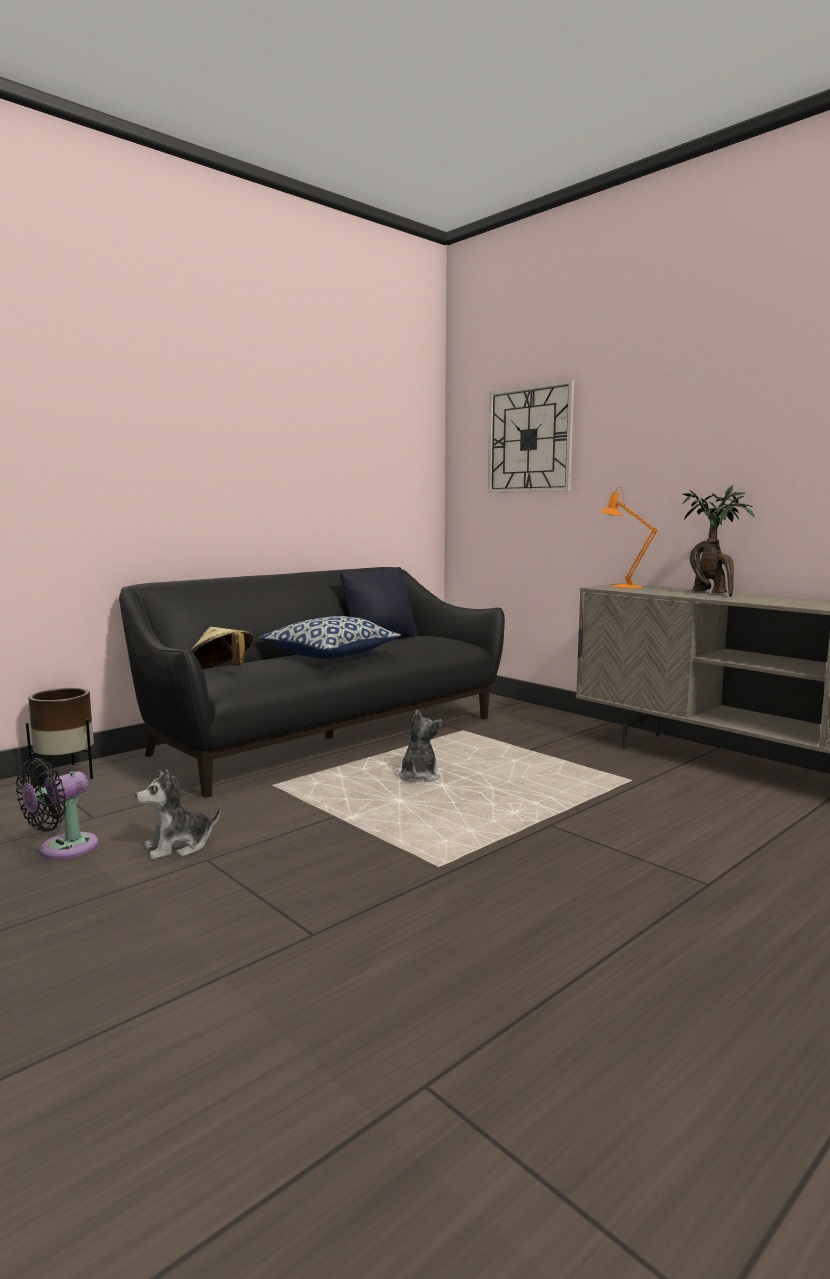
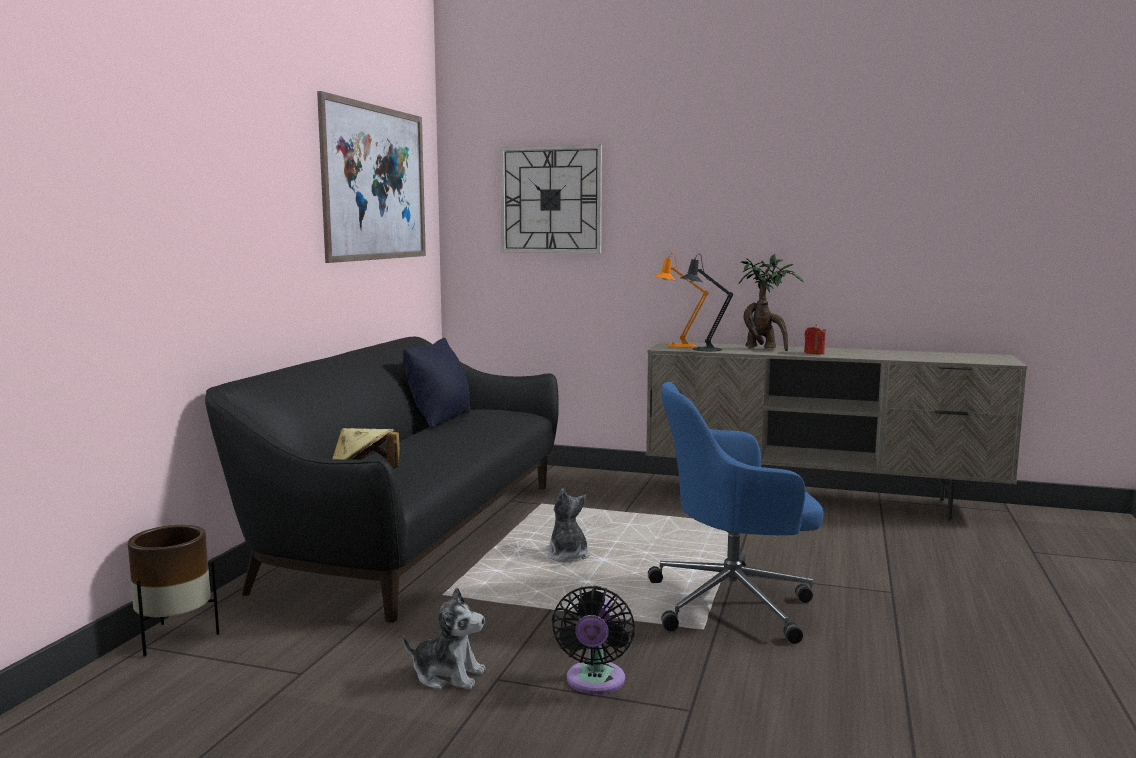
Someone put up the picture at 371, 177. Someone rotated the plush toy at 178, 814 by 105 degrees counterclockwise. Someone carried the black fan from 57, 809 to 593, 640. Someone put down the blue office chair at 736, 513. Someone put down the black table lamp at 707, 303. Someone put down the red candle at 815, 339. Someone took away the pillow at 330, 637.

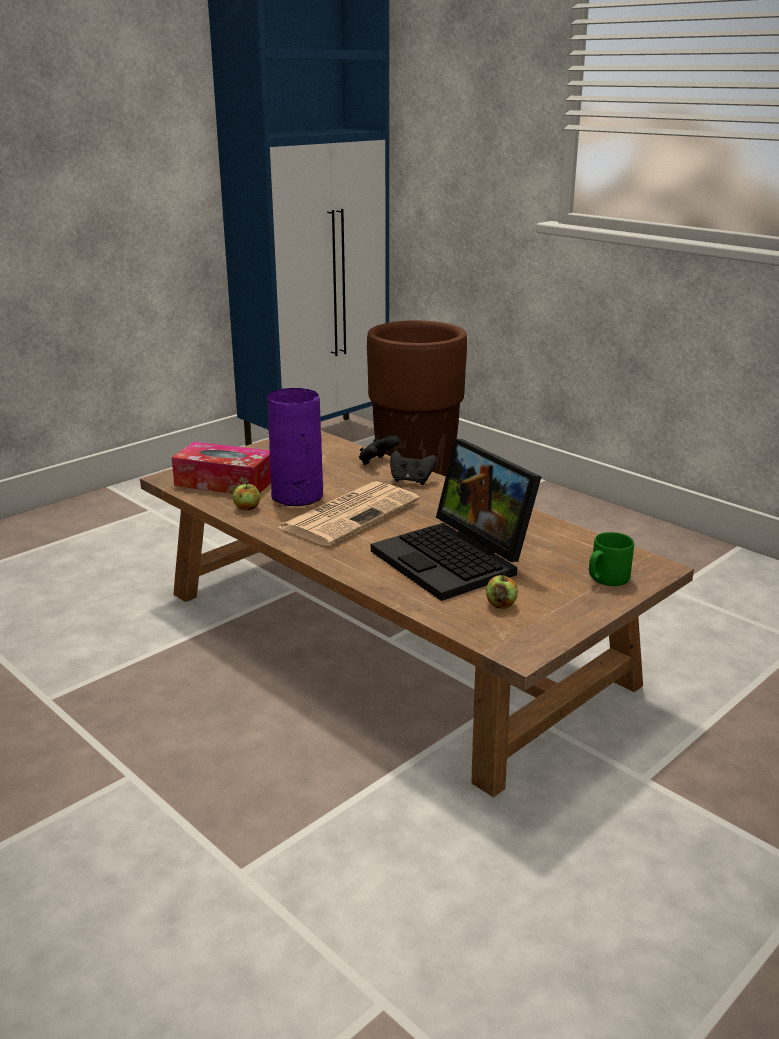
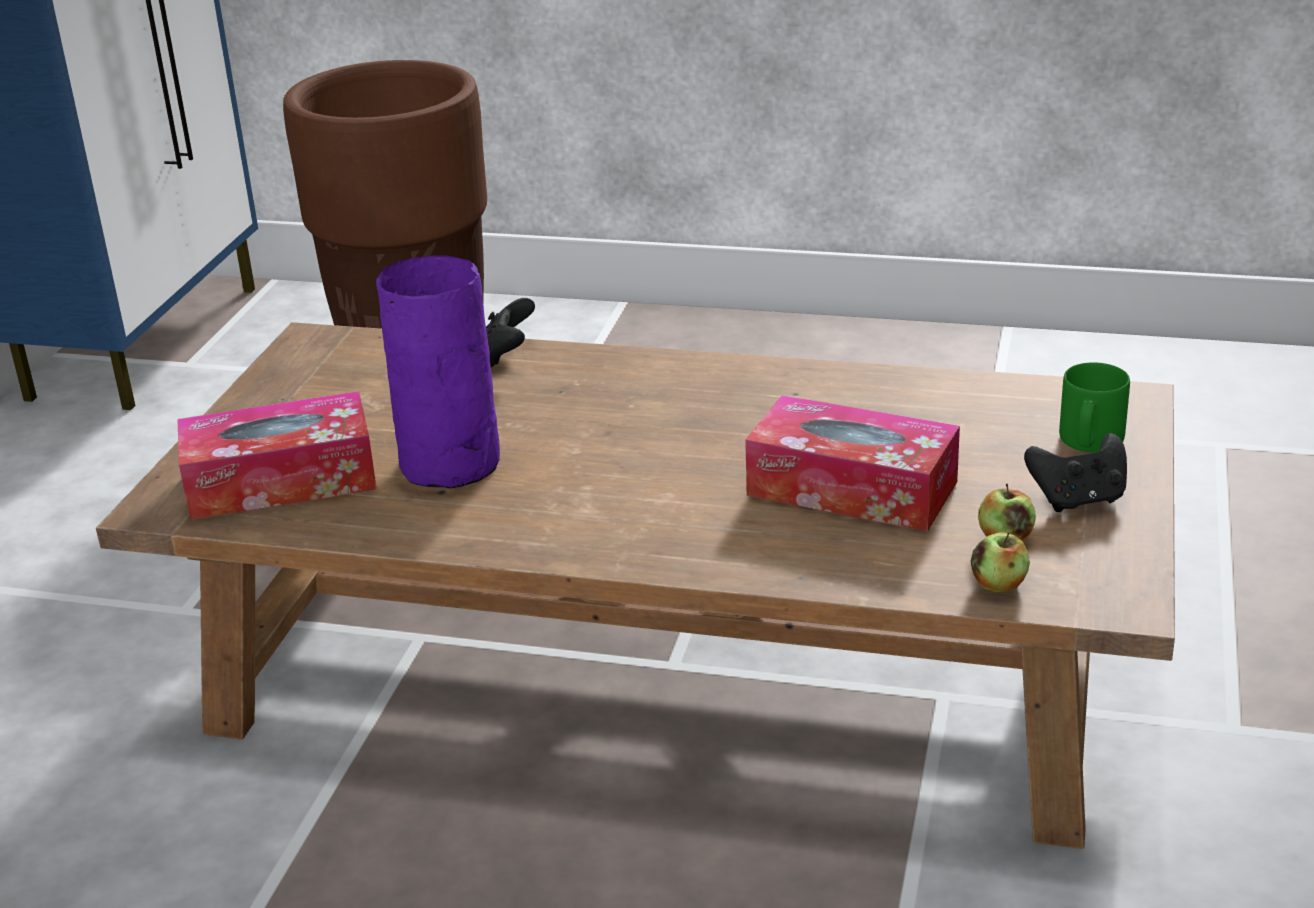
Someone swapped the laptop at 456, 520 for the tissue box at 852, 463. Someone carried the apple from 246, 496 to 1000, 562. Someone carried the black game controller from 413, 468 to 1075, 472. Someone took away the newspaper at 348, 513.

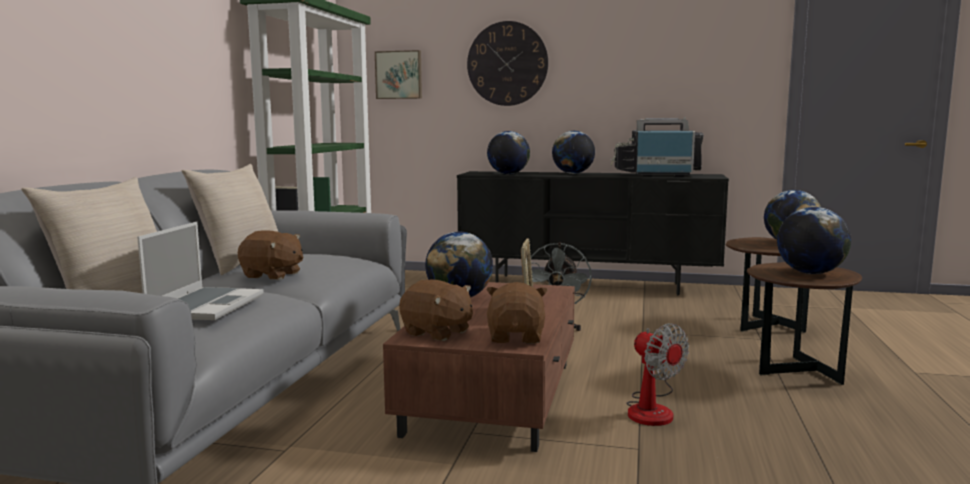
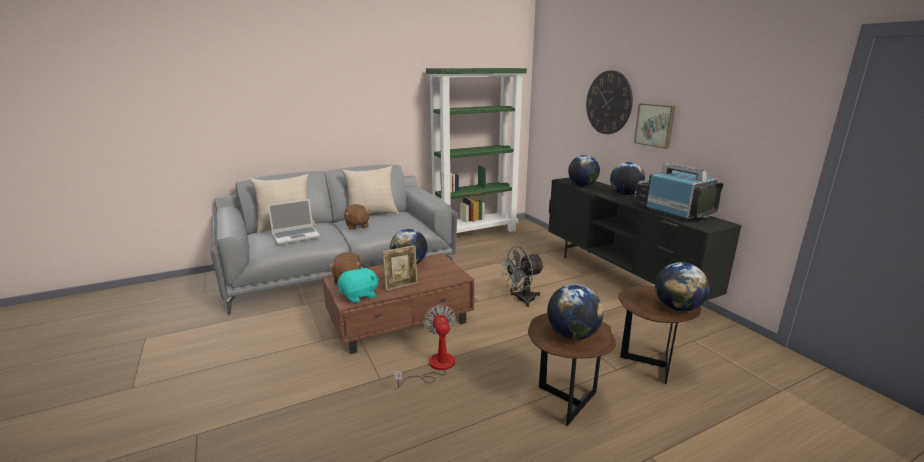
Someone repainted the brown plush toy at 517, 313, which became the turquoise plush toy at 358, 285. Someone rotated the fan at 657, 374 by 150 degrees clockwise. Someone carried the picture from 398, 74 to 655, 126.

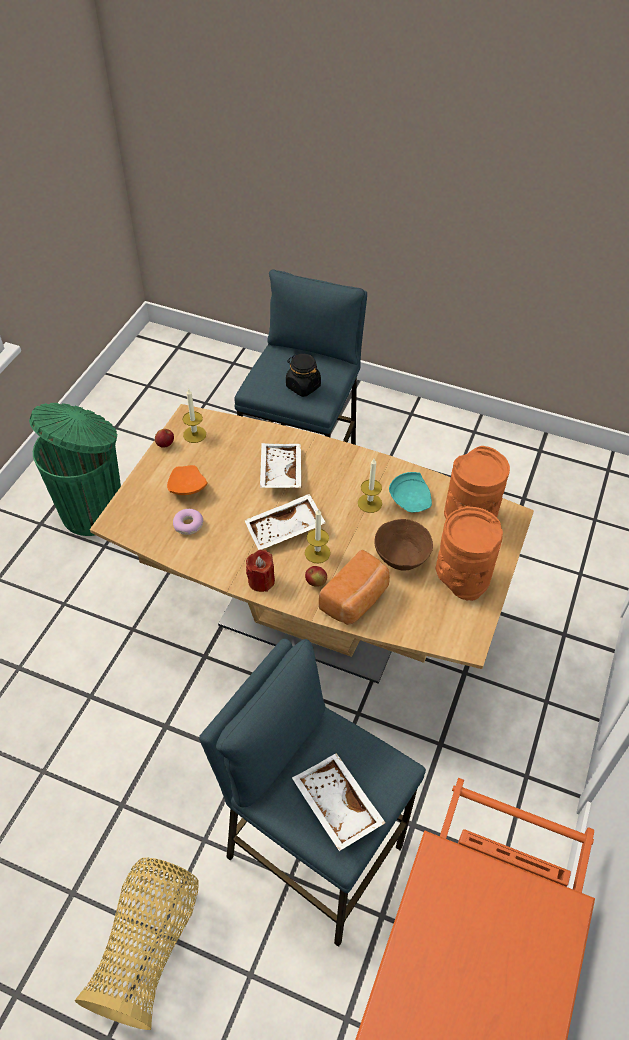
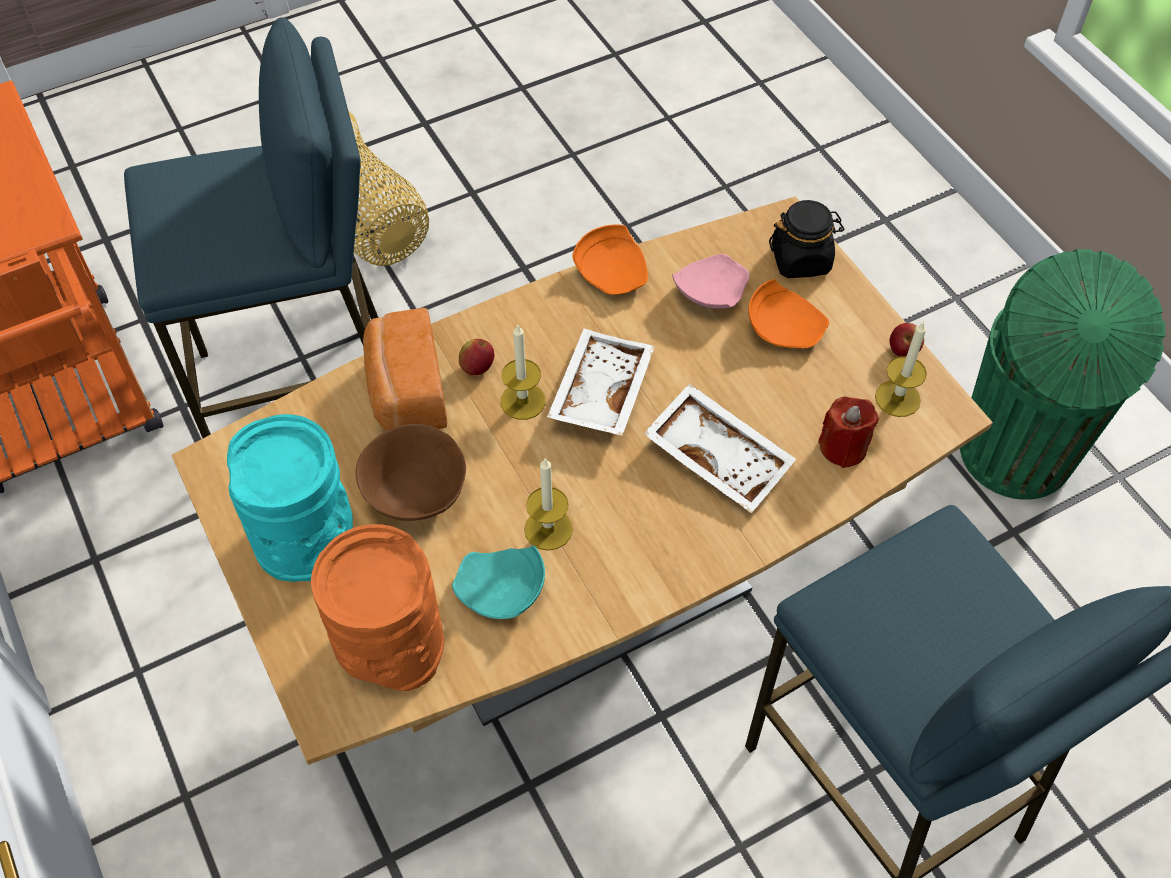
Someone repainted the orange vase at 469, 554, which became the turquoise vase at 290, 498. Someone put down the orange plate at 610, 259. Someone swapped the donut at 188, 522 for the pink plate at 711, 281. Someone carried the black jar from 303, 375 to 806, 239. Someone carried the red candle from 260, 570 to 848, 432. Someone took away the white tray at 339, 802.

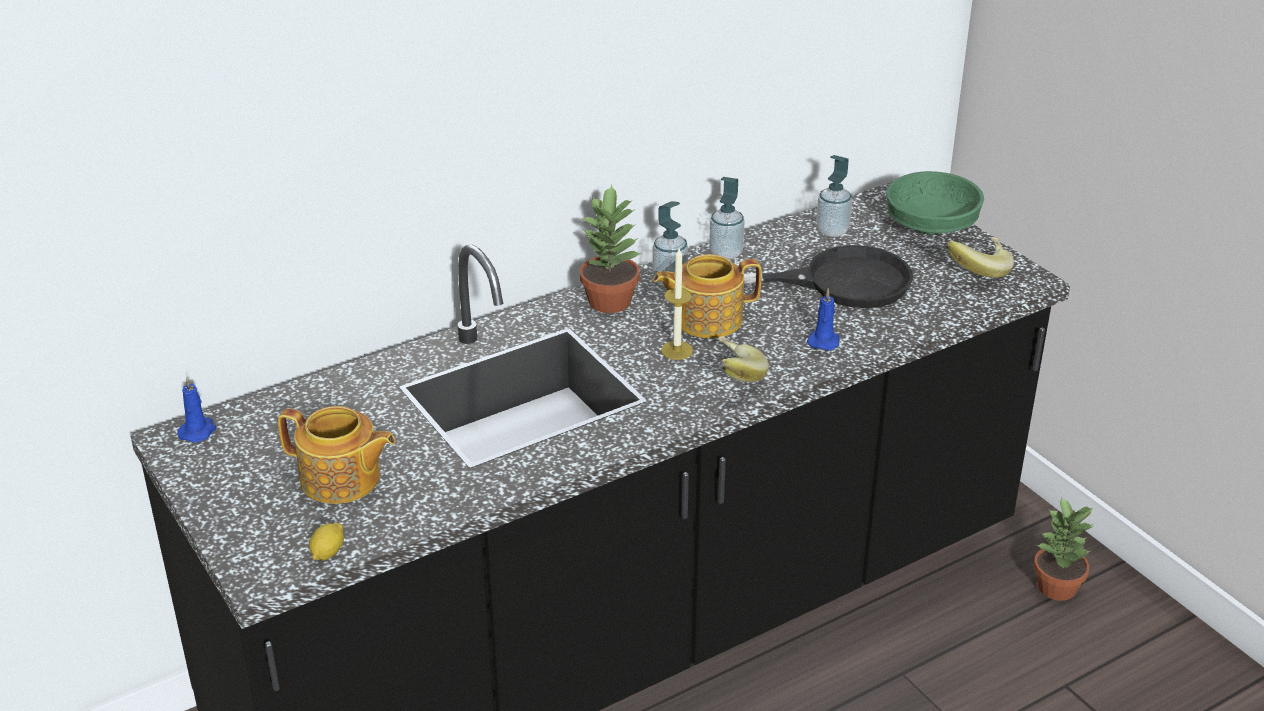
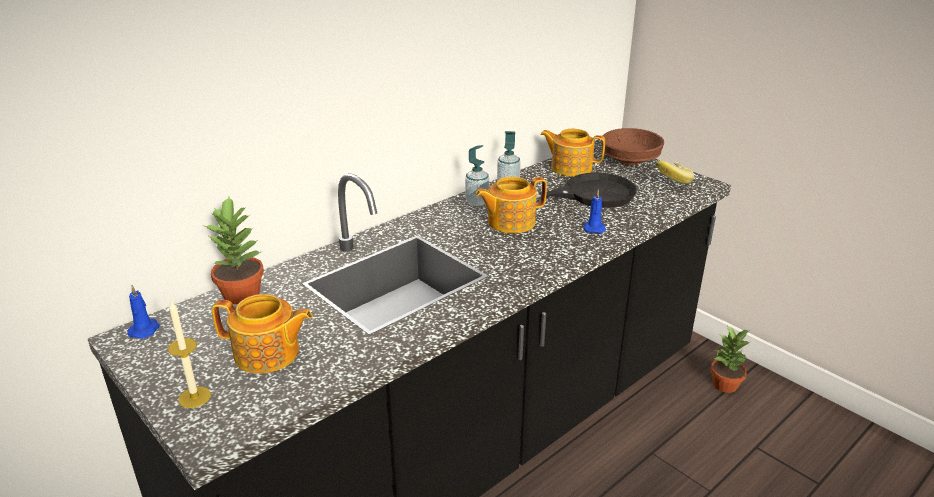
Someone carried the candle from 677, 304 to 189, 354. Someone carried the potted plant from 610, 248 to 234, 250. Someone swapped the soap dispenser at 834, 196 for the teapot at 572, 153. Someone repainted the green bowl at 935, 203, which became the brown bowl at 632, 147. Someone took away the lemon at 326, 541. Someone took away the banana at 743, 359.

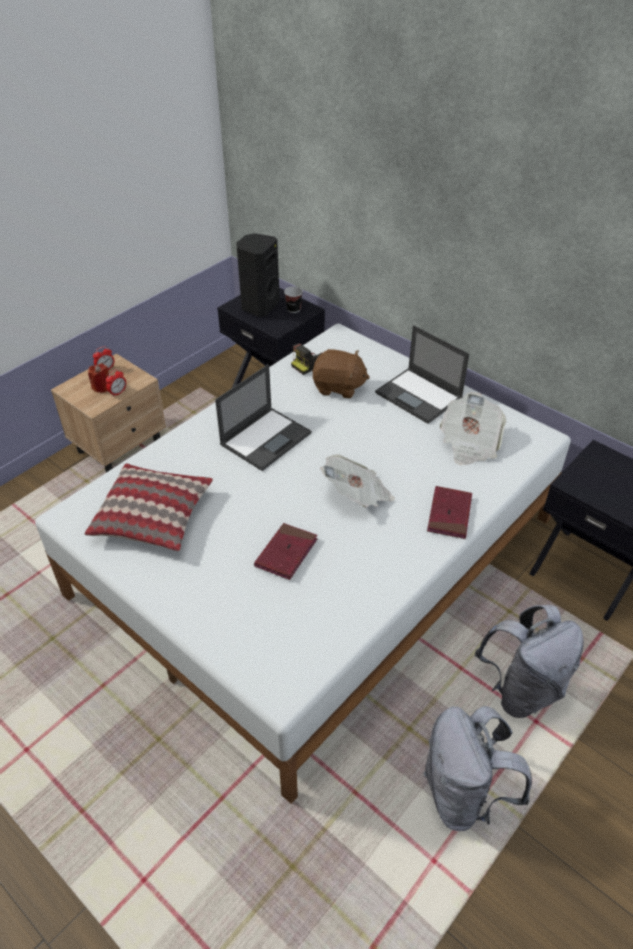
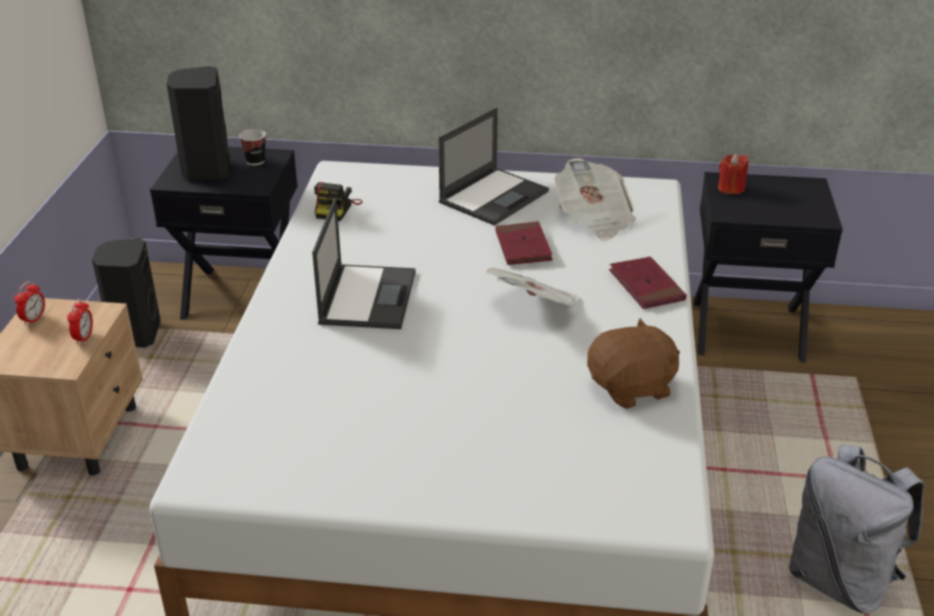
Someone put down the black speaker at 126, 293. Someone rotated the laptop at 422, 374 by 60 degrees counterclockwise. Someone carried the red book from 286, 551 to 524, 243. Someone carried the brown plush toy from 341, 374 to 633, 363. Someone carried the red candle from 98, 378 to 733, 174. Someone took away the pillow at 149, 507. Someone took away the grey backpack at 529, 661.

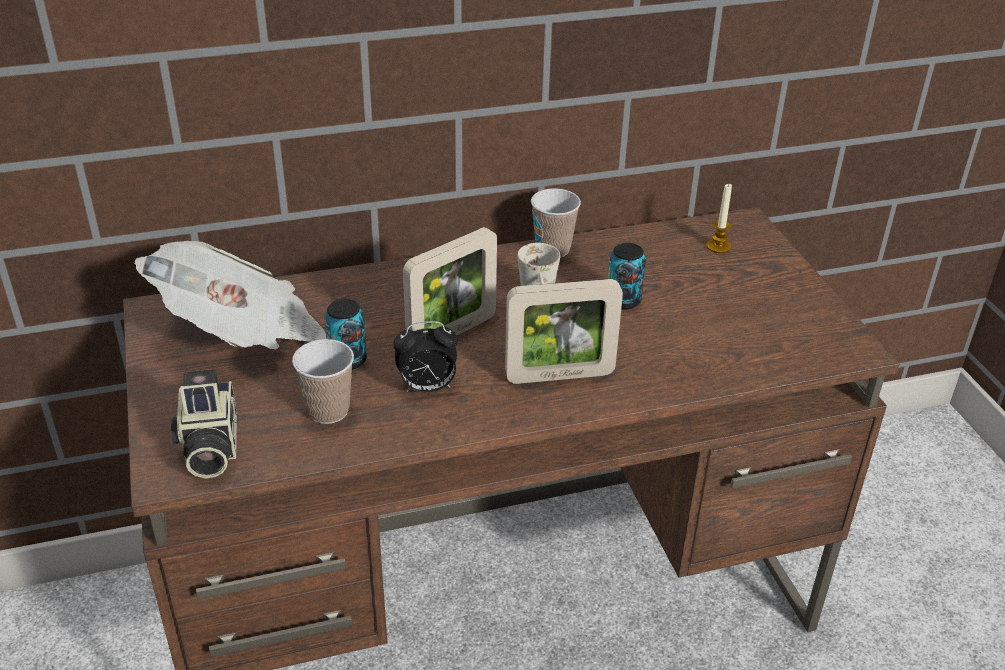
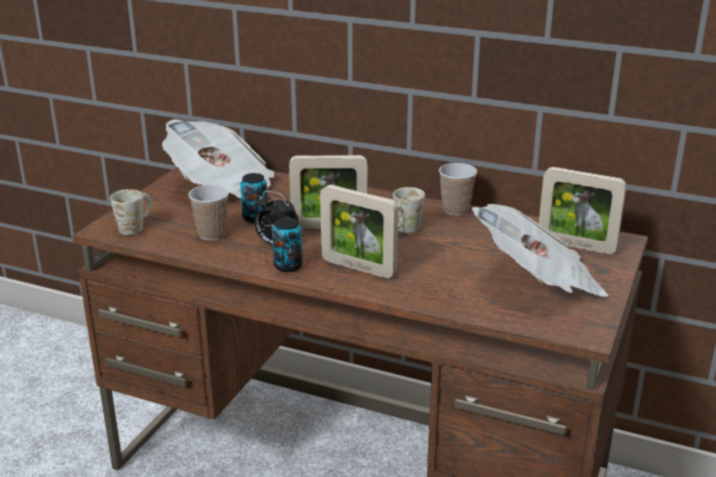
Someone swapped the photo camera at 203, 424 for the white mug at 131, 212. Someone carried the can from 627, 276 to 287, 244. Someone put down the newspaper at 540, 250. Someone swapped the candle at 719, 218 for the picture frame at 583, 210.

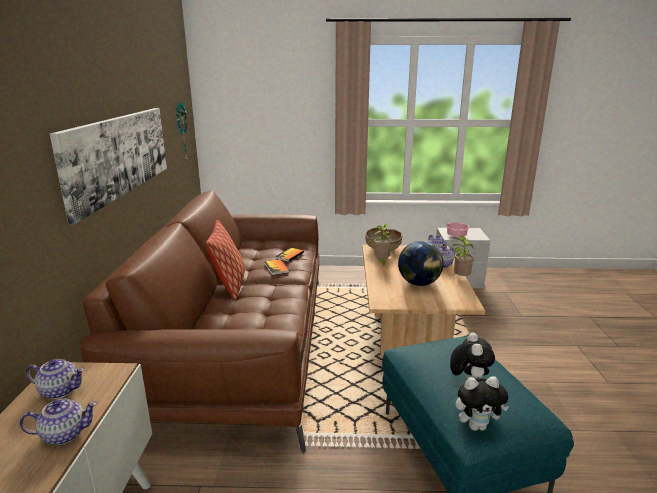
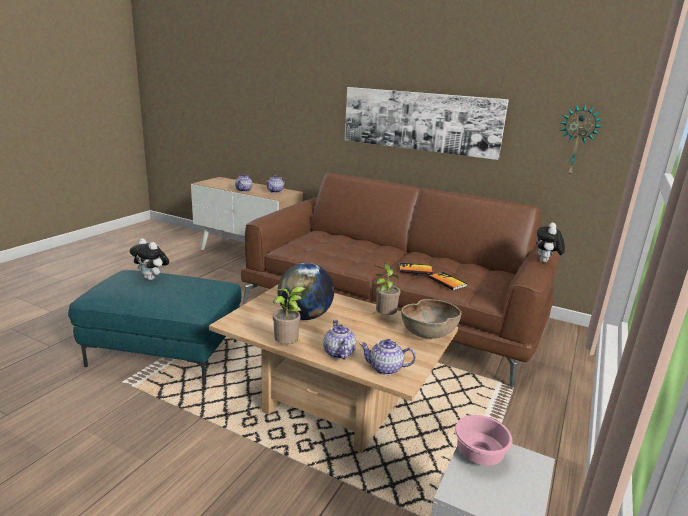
Someone carried the plush toy from 482, 403 to 551, 242. Someone took away the pillow at 225, 259.

